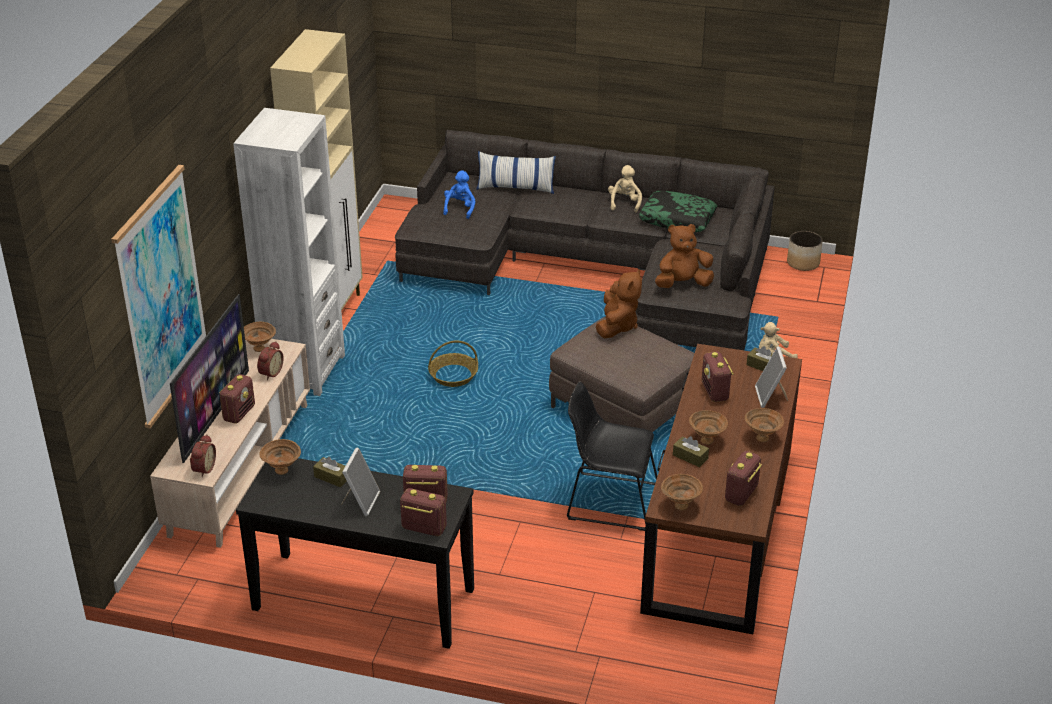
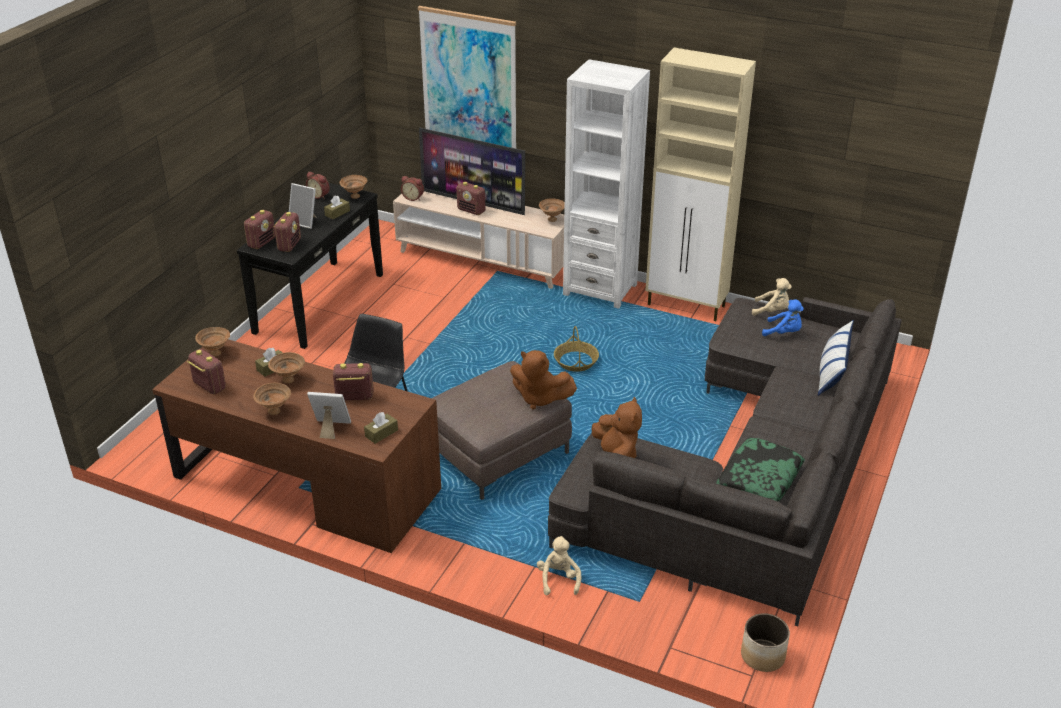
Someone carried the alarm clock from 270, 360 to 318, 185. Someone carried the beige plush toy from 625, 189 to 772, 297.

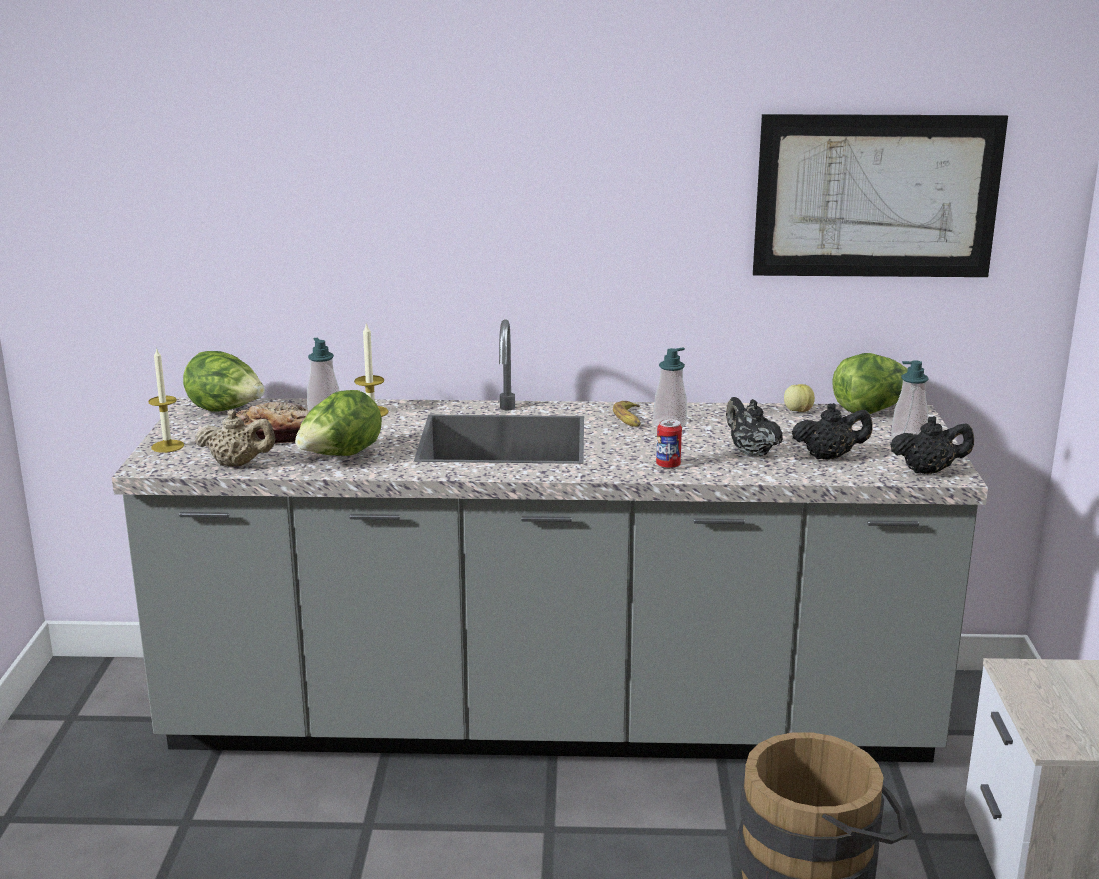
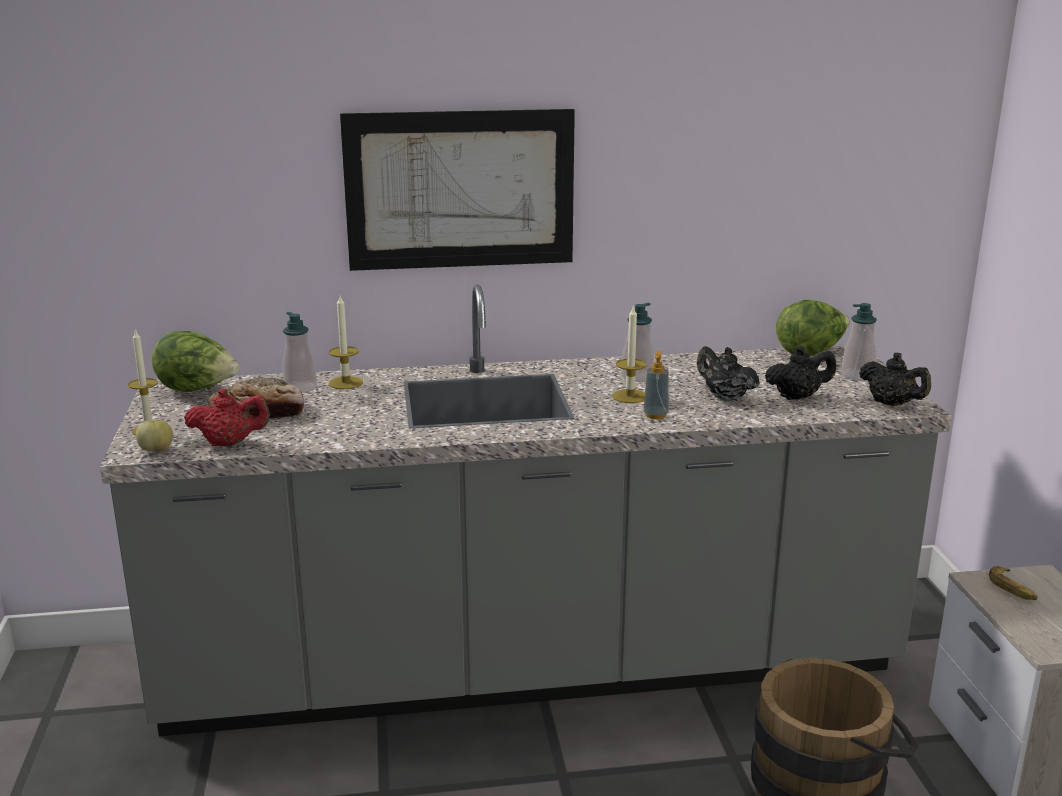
Someone carried the apple from 799, 398 to 154, 435. Someone repainted the beige teapot at 235, 438, which became the red teapot at 227, 417. Someone carried the picture from 880, 195 to 457, 190. Someone put down the candle at 629, 354. Someone swapped the can at 669, 444 for the soap dispenser at 656, 385. Someone rotated the black teapot at 932, 445 by 60 degrees clockwise. Someone carried the banana from 627, 414 to 1013, 583. Someone took away the lettuce at 338, 423.

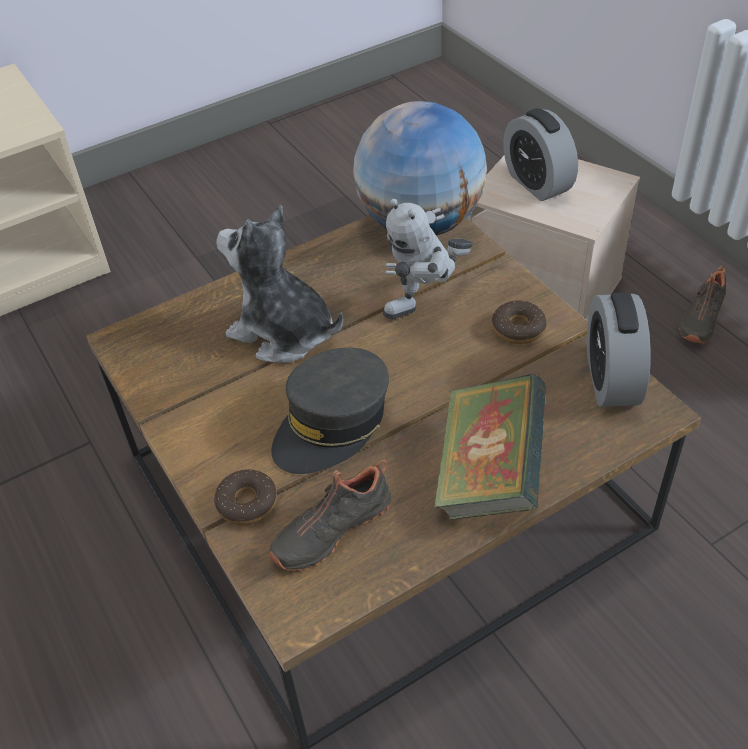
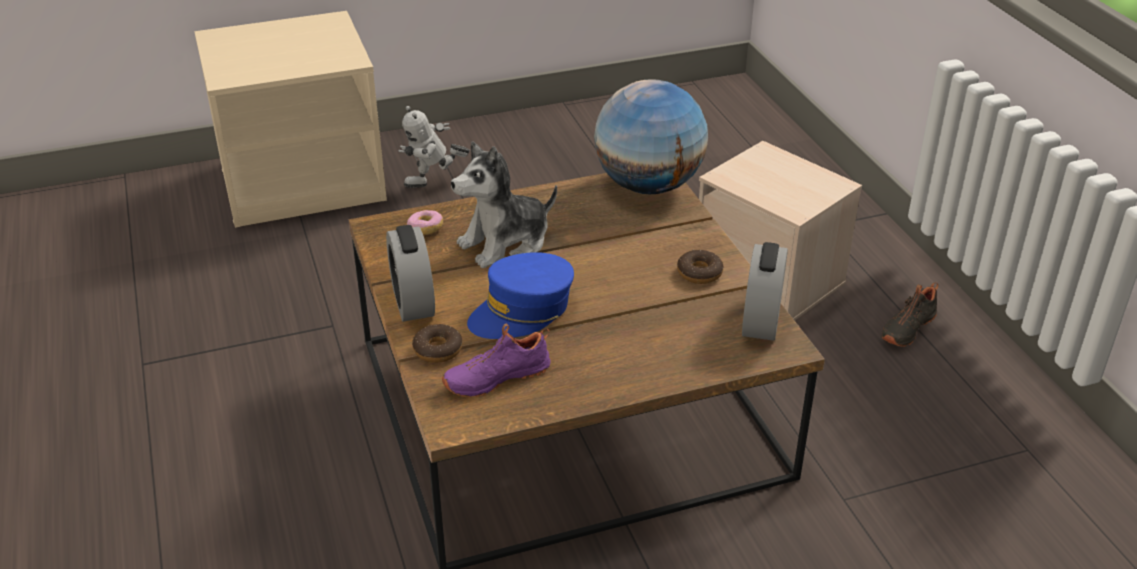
Someone carried the alarm clock from 540, 154 to 410, 273. Someone carried the toy robot from 428, 259 to 434, 147. Someone put down the donut at 425, 222. Someone repainted the black shoe at 330, 515, which became the purple shoe at 496, 360. Someone rotated the plush toy at 279, 284 by 75 degrees counterclockwise. Someone repainted the grey cap at 330, 410, which became the blue cap at 520, 295. Someone took away the book at 490, 447.

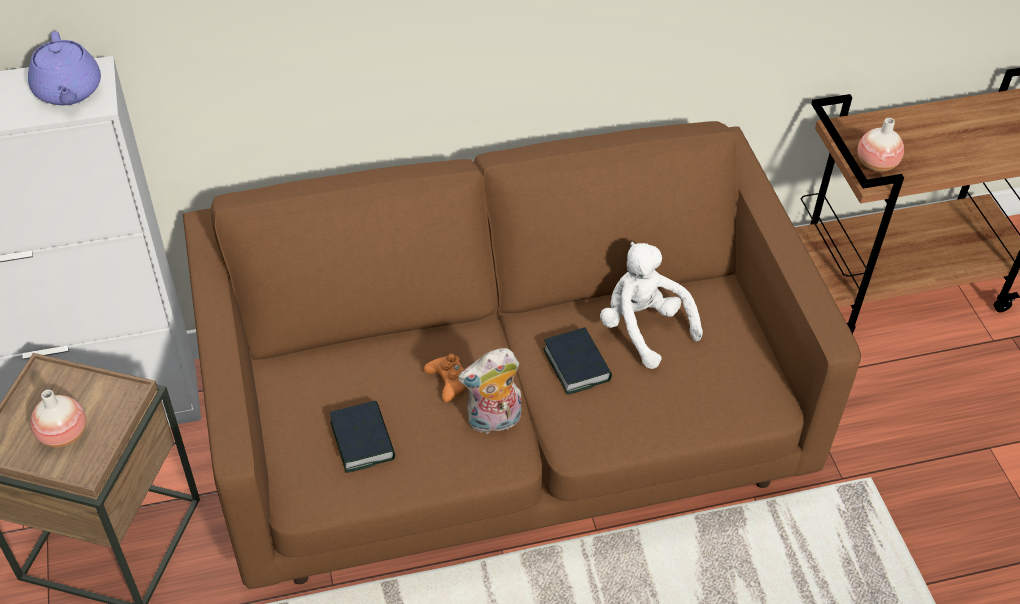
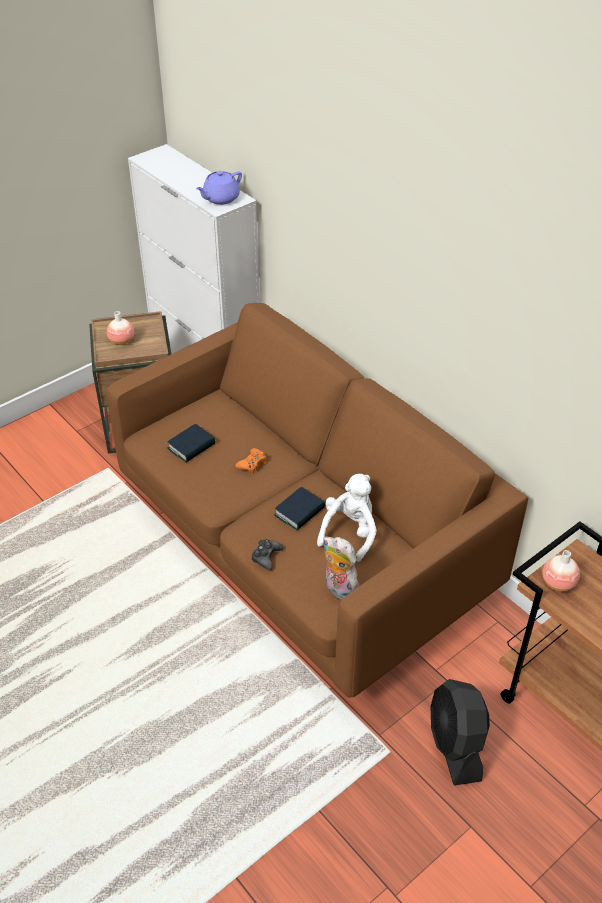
Someone put down the black game controller at 267, 554. Someone carried the plush toy from 489, 391 to 341, 568. Someone put down the black fan at 460, 732.

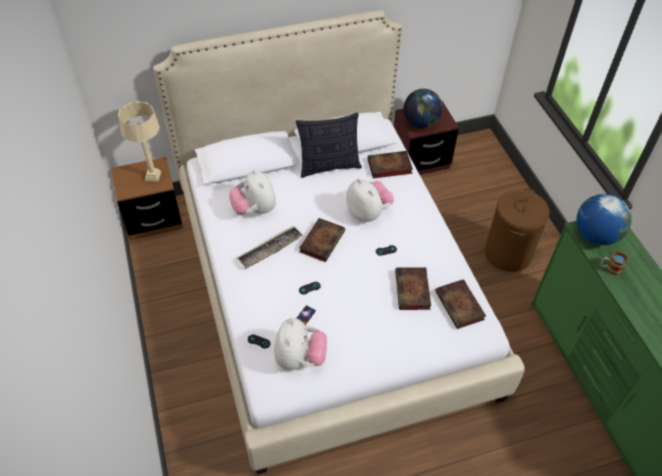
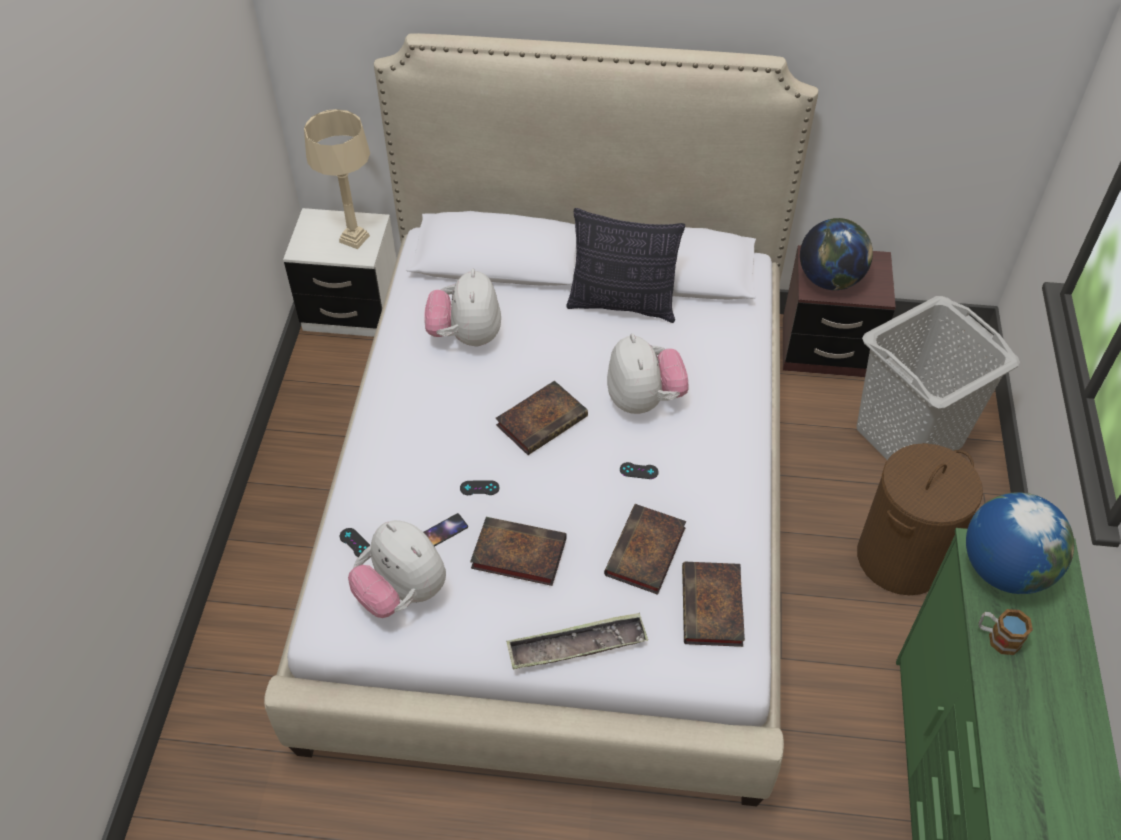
Someone repainted the brown nightstand at 147, 198, which became the white nightstand at 340, 272. Someone rotated the plush toy at 300, 344 by 105 degrees clockwise. Someone carried the book from 390, 165 to 518, 551. Someone carried the tray from 270, 247 to 577, 641. Someone put down the grey laundry basket at 938, 378.

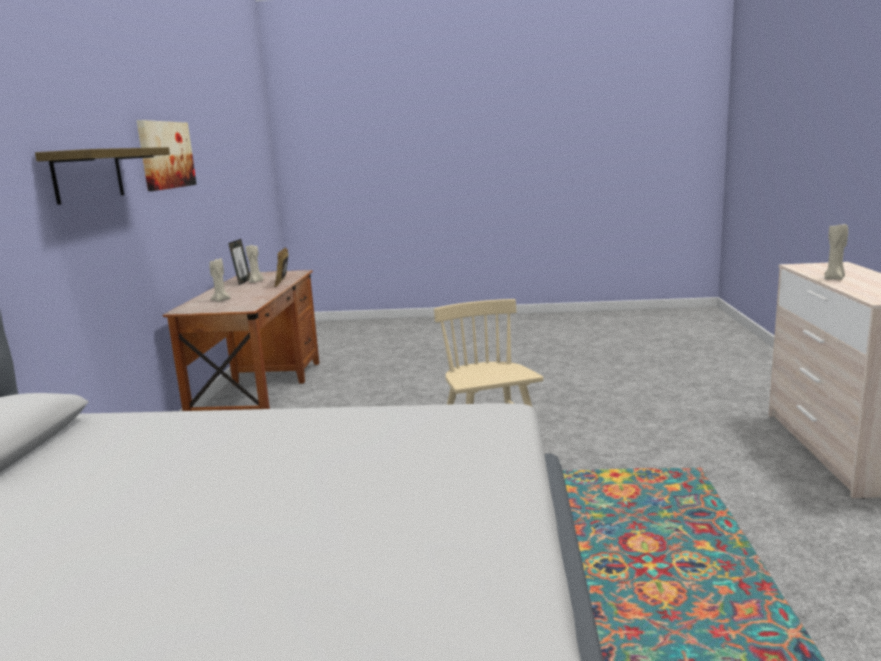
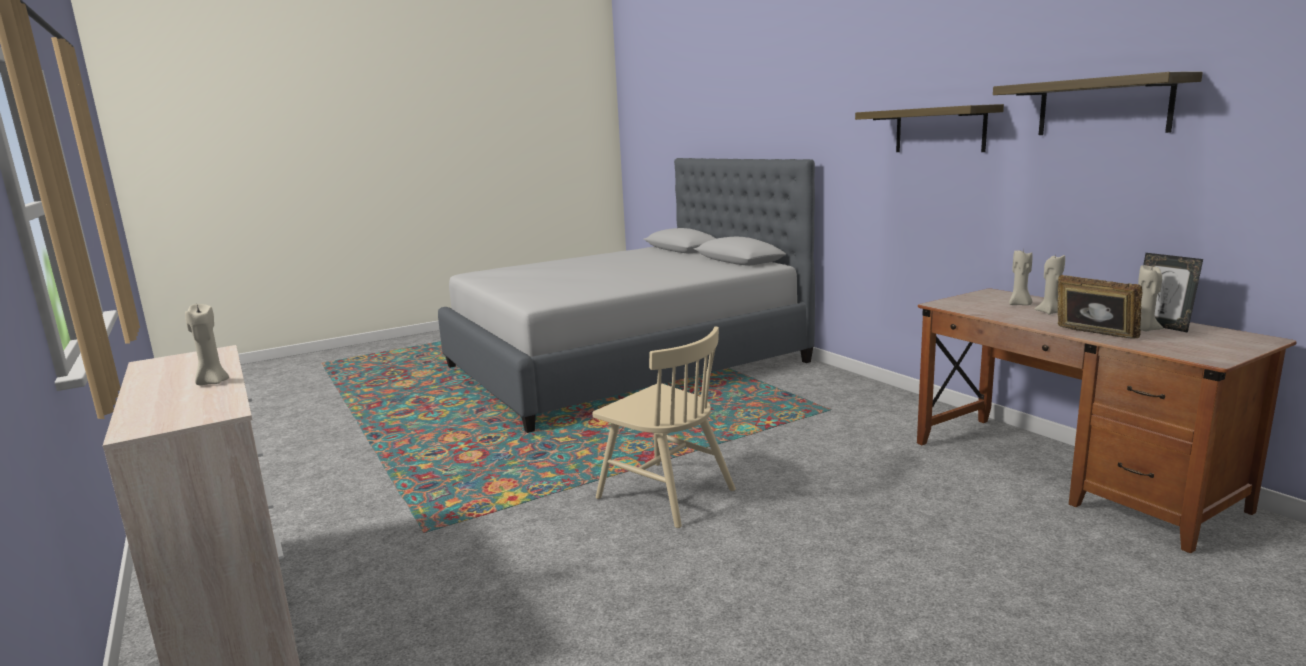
Someone swapped the picture at 166, 155 for the shelf at 1098, 103. Someone put down the beige candle at 1049, 285.

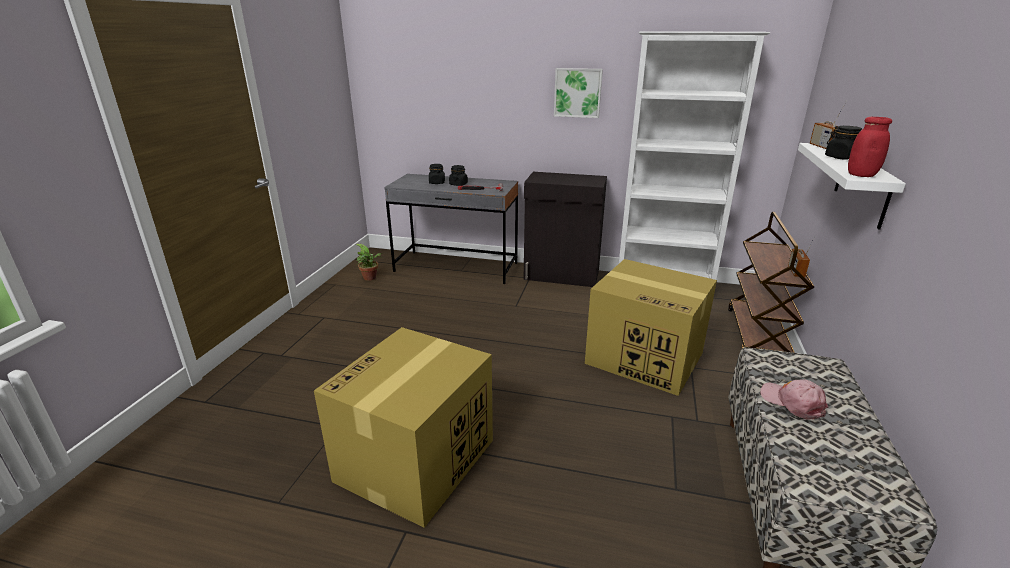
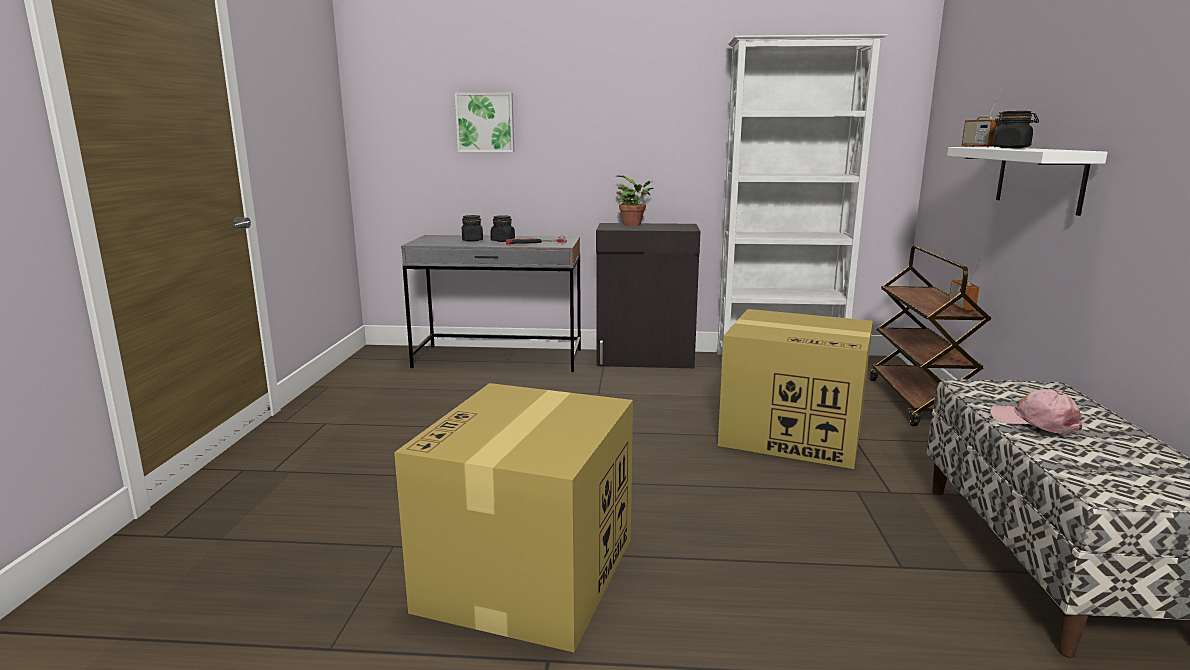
Someone carried the picture from 578, 93 to 484, 122. Someone carried the potted plant from 369, 262 to 634, 200. Someone took away the red jar at 870, 147.

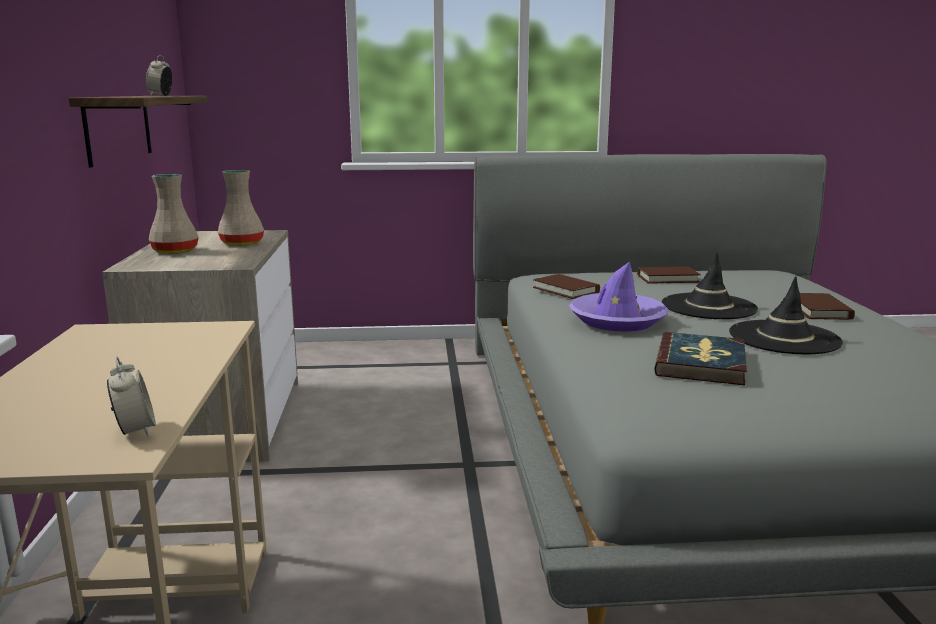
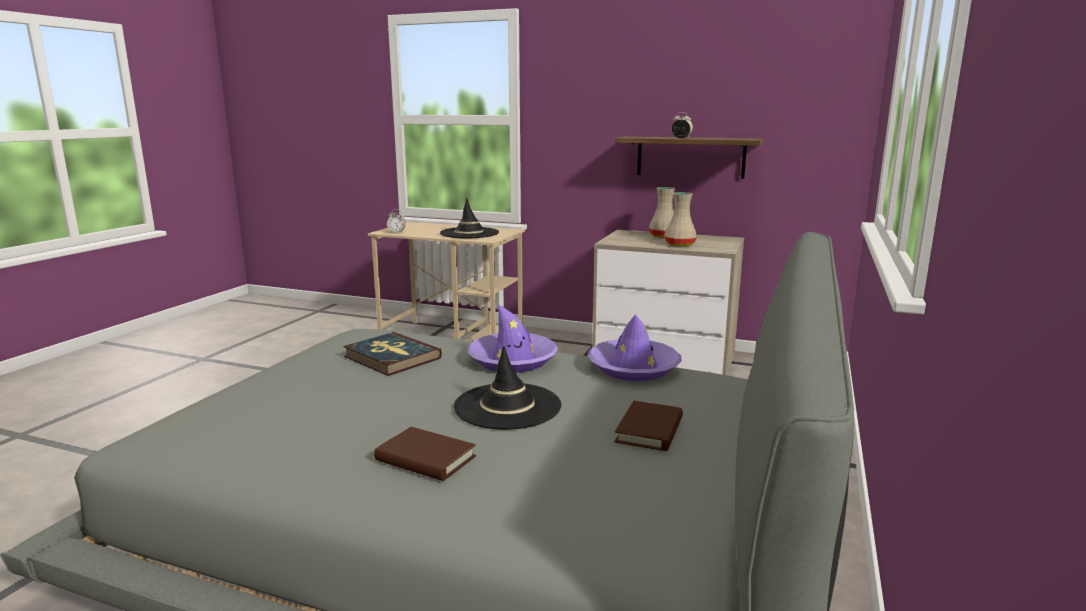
Someone carried the black hat from 786, 315 to 469, 218. Someone swapped the brown book at 566, 286 for the purple hat at 635, 347.

